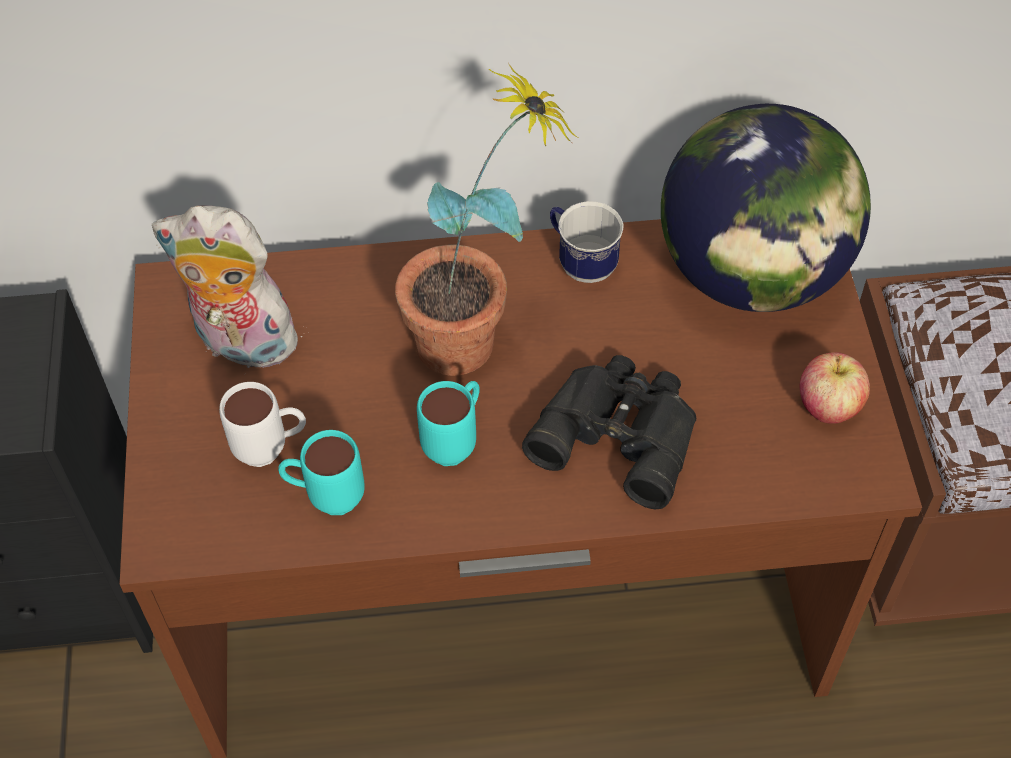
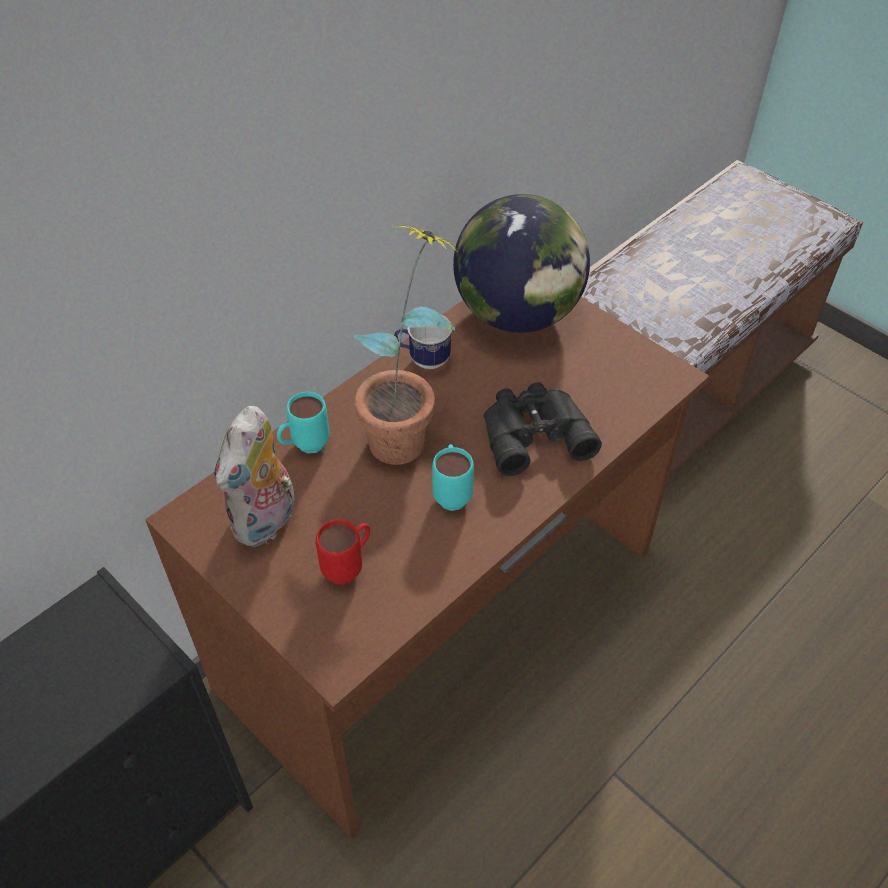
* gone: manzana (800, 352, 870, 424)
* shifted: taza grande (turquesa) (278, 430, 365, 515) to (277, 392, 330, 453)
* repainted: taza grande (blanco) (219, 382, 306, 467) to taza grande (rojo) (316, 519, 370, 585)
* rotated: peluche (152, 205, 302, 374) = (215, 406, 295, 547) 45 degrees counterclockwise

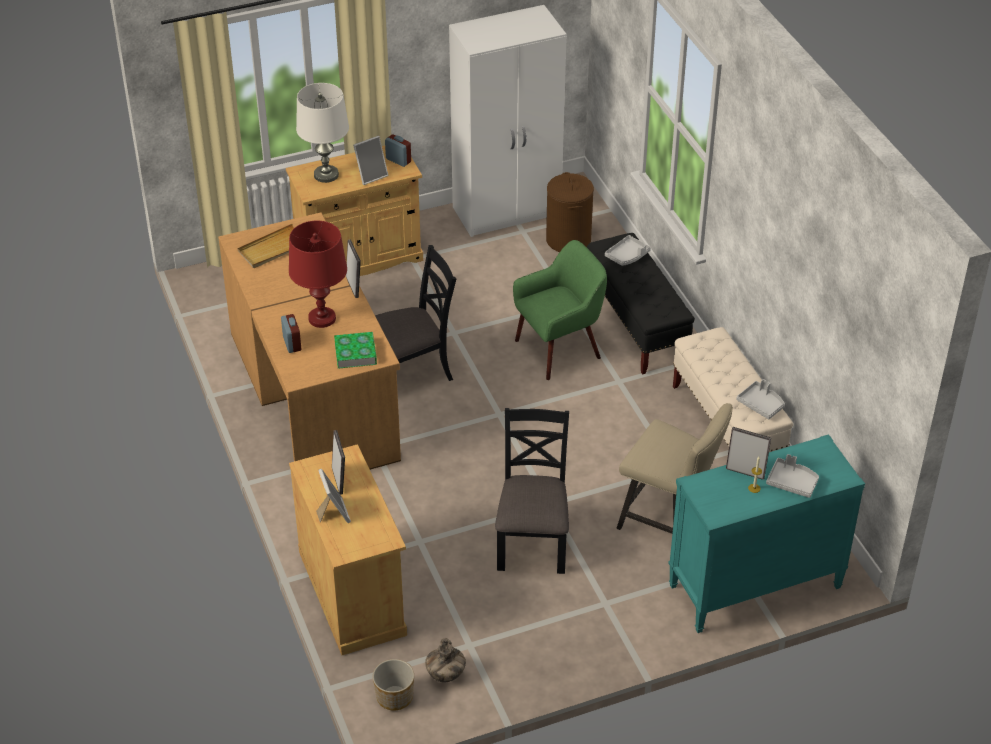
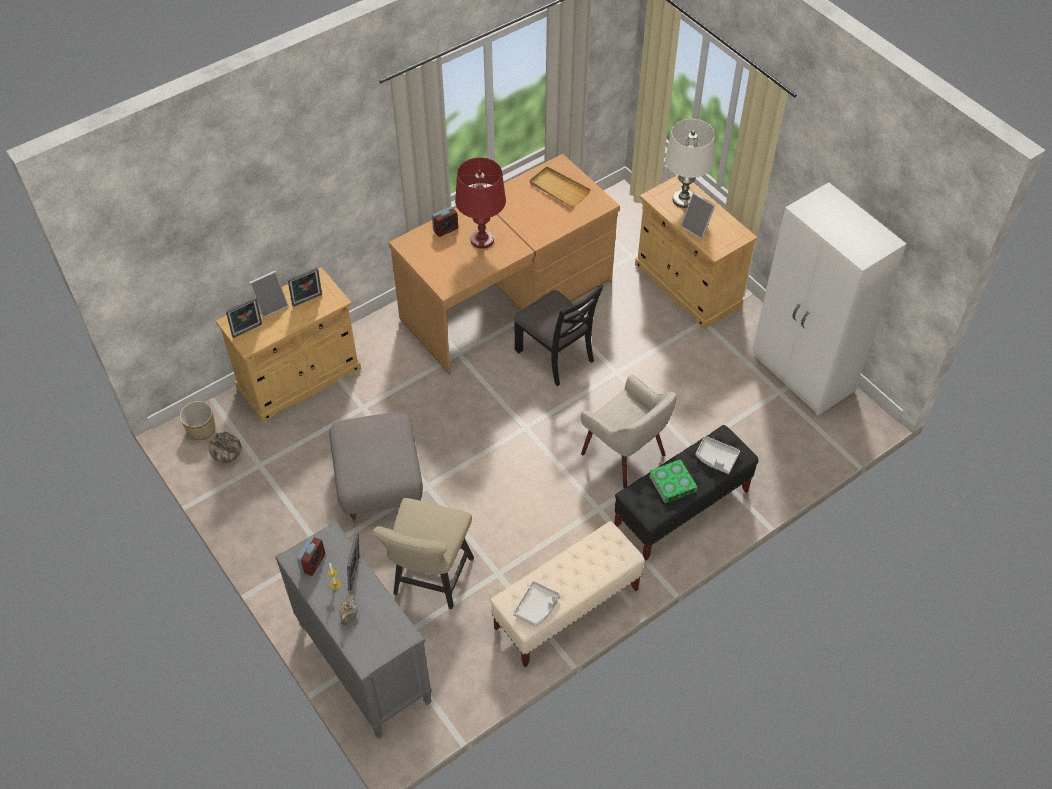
* gone: cesto de la ropa (marrón) (546, 172, 594, 252)
* shifted: libro (334, 332, 377, 369) to (649, 459, 697, 503)
* shifted: portarretratos (346, 240, 361, 298) to (226, 297, 262, 338)
* shifted: despertador (385, 134, 411, 167) to (297, 536, 325, 576)
* swapped: silla (negro) (495, 408, 569, 574) to puf (gris) (329, 412, 423, 523)
* swapped: bandeja (gris) (766, 454, 819, 498) to tetera (beis) (339, 594, 358, 626)
* repainted: sillón (verde) (513, 240, 607, 380) to sillón (beis) (581, 374, 677, 488)
* repainted: cómoda (turquesa) (668, 434, 865, 633) to cómoda (gris) (275, 521, 432, 739)

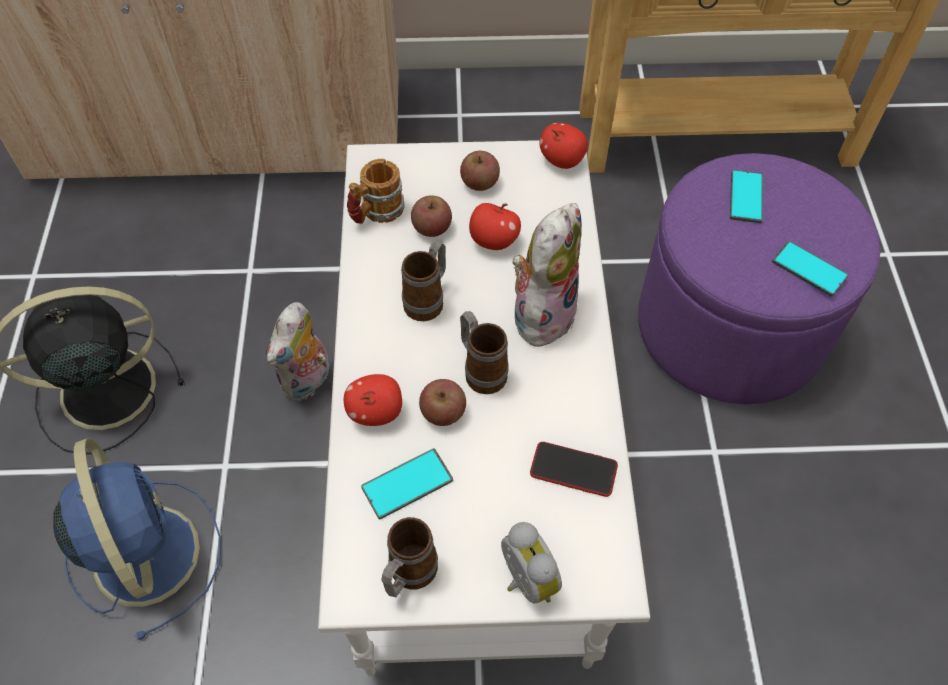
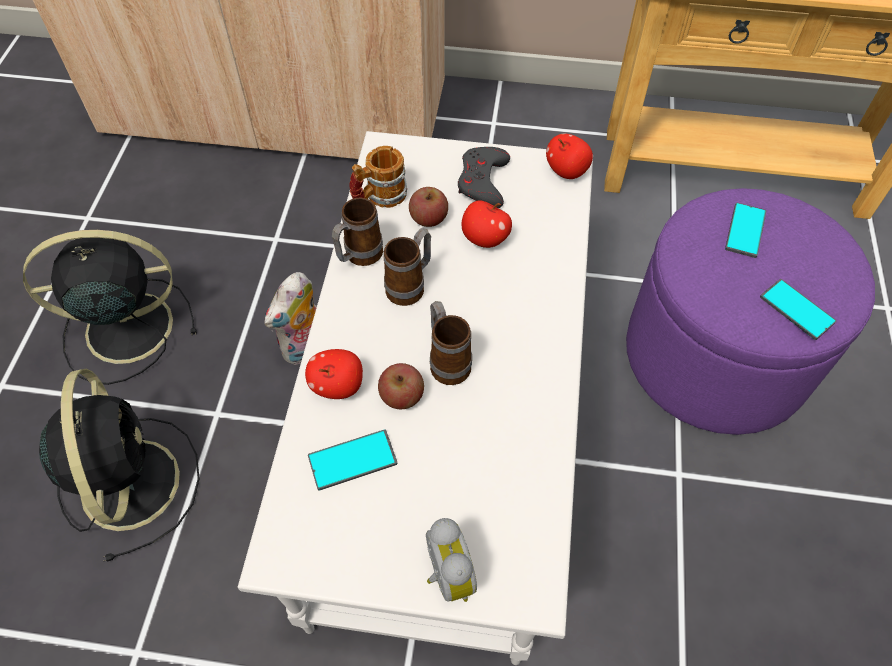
* gone: peluche (512, 203, 582, 353)
* gone: móvil (530, 442, 618, 497)
* shifted: taza grande (381, 517, 438, 597) to (332, 197, 383, 266)
* swapped: manzana (460, 151, 500, 191) to mando de consola (gris) (458, 147, 510, 208)
* repainted: ventilador (azul) (53, 437, 221, 641) to ventilador (negro) (39, 369, 200, 561)

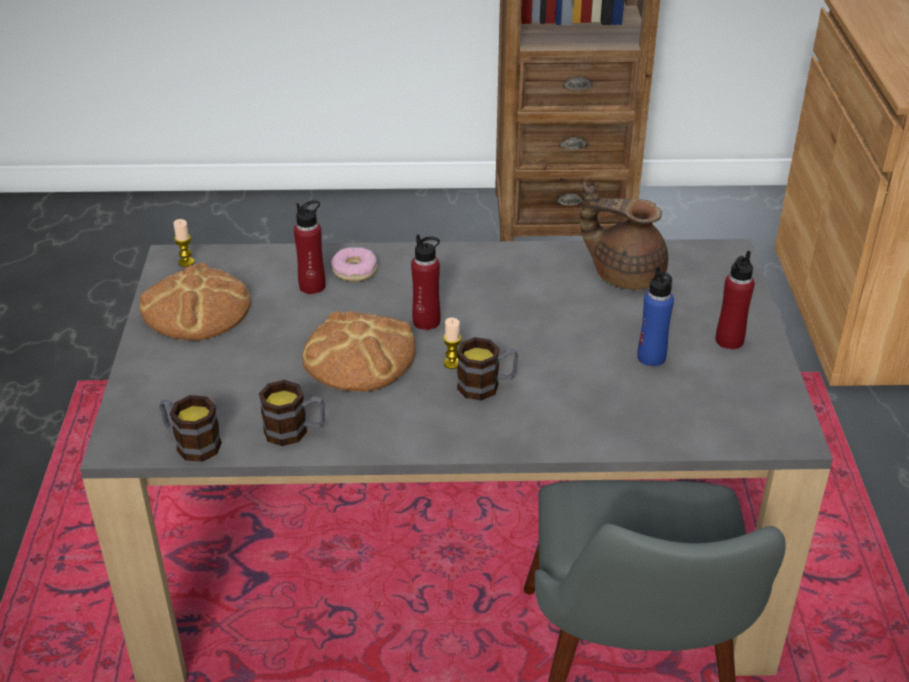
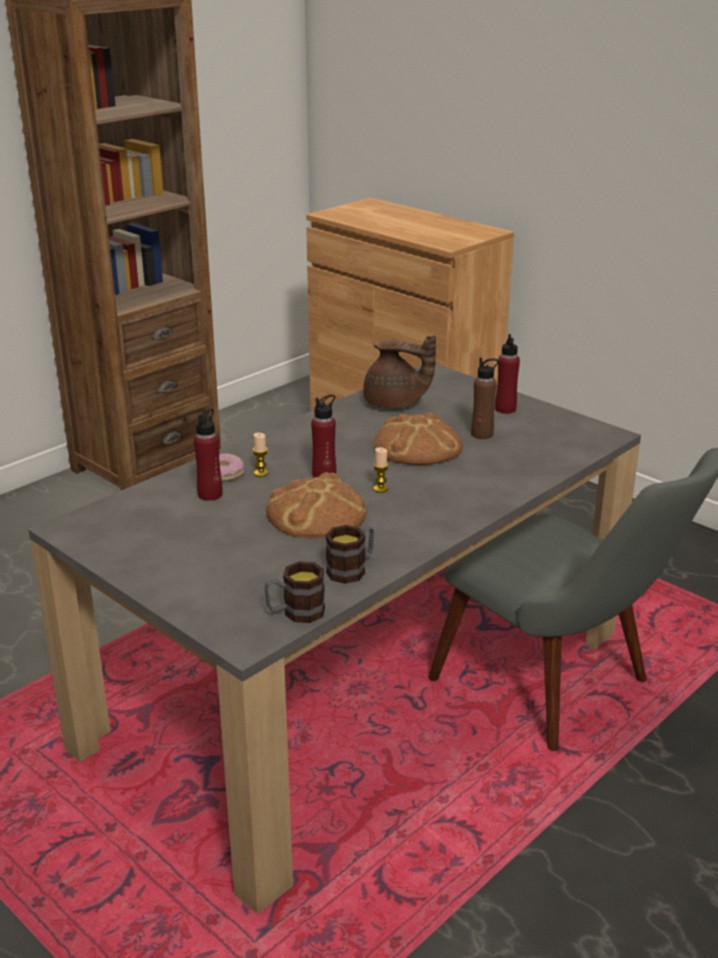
* gone: taza grande (457, 337, 518, 401)
* shifted: pan (139, 263, 251, 340) to (374, 412, 463, 465)
* shifted: vela (173, 219, 194, 267) to (253, 433, 268, 477)
* repainted: botella (azul) (637, 266, 674, 366) to botella (marrón) (471, 357, 499, 439)
* rotated: tetera (marrón) (580, 181, 668, 290) = (363, 335, 436, 409) 135 degrees counterclockwise

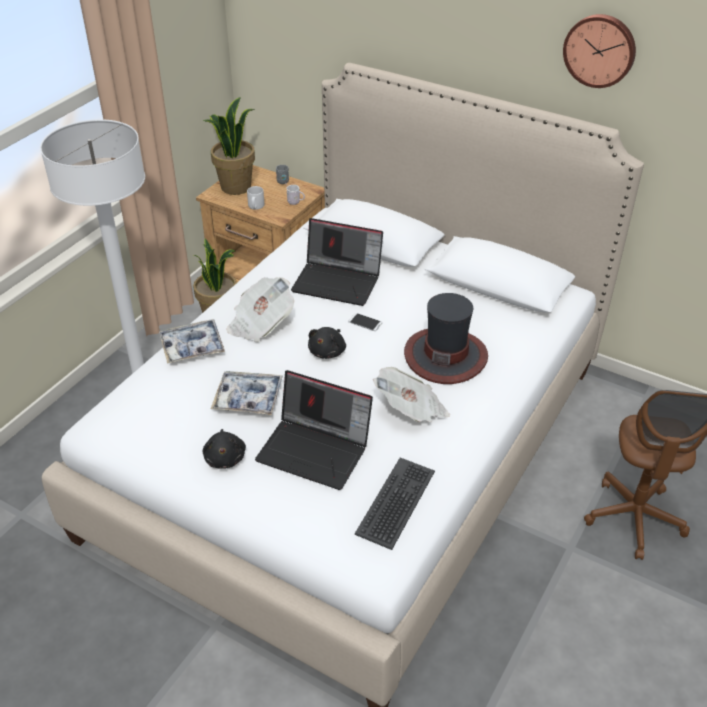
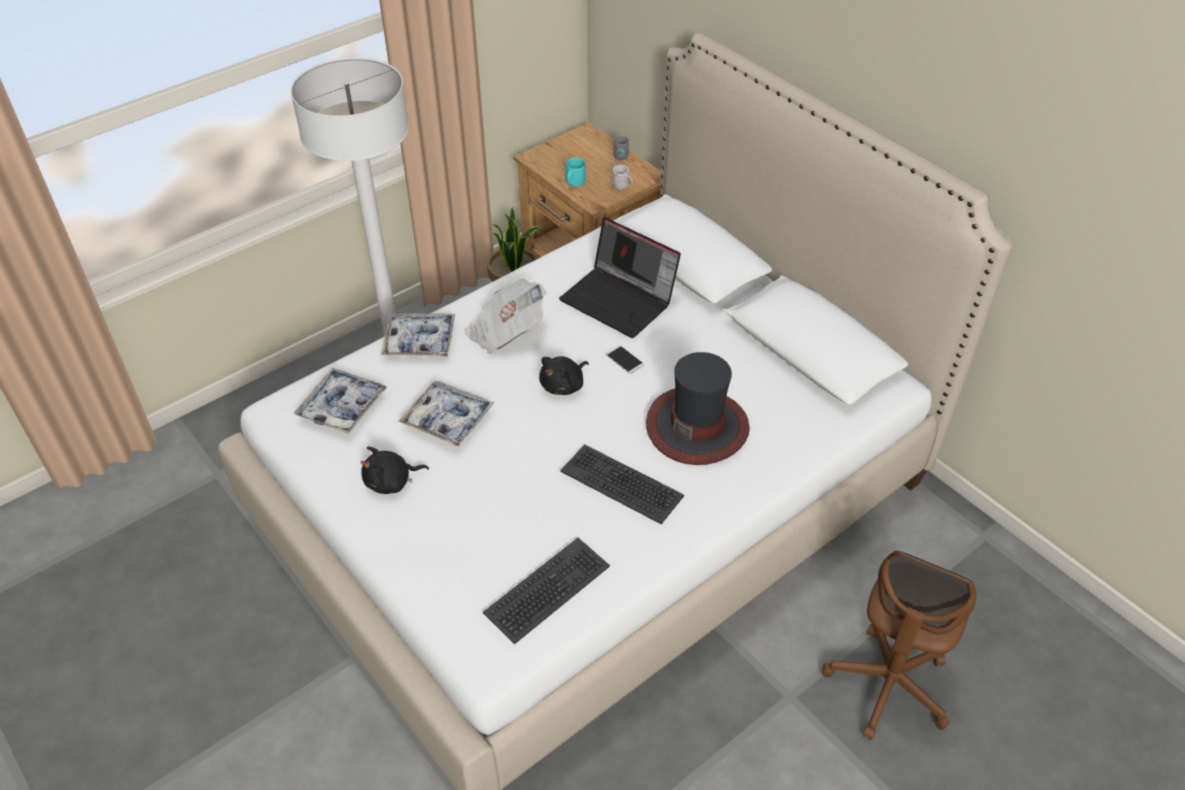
* gone: planta en maceta (203, 97, 255, 195)
* gone: portátil (255, 370, 373, 490)
* gone: reloj de pared (563, 14, 636, 88)
* new: bandeja (294, 368, 387, 434)
* swapped: periódico (373, 367, 450, 422) to teclado (560, 444, 684, 524)
* repainted: taza grande (gris) (247, 186, 264, 210) to taza grande (turquesa) (566, 158, 586, 187)
* rotated: peluche (negro) (202, 429, 246, 469) = (360, 446, 429, 494) 60 degrees clockwise

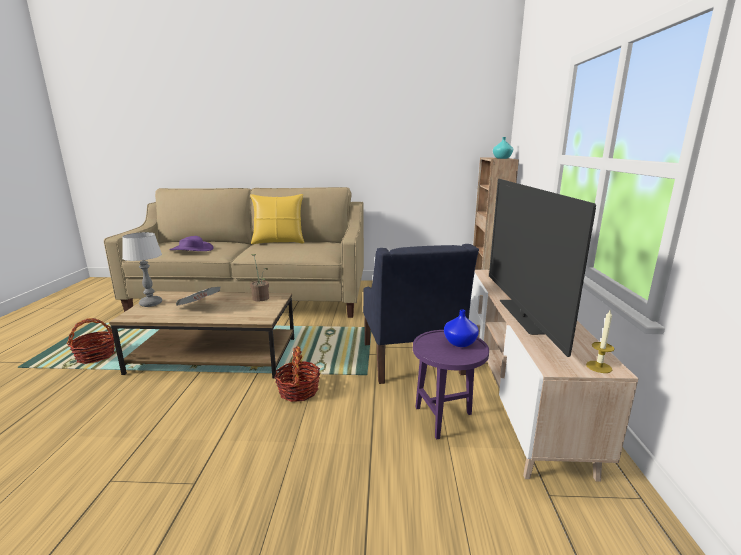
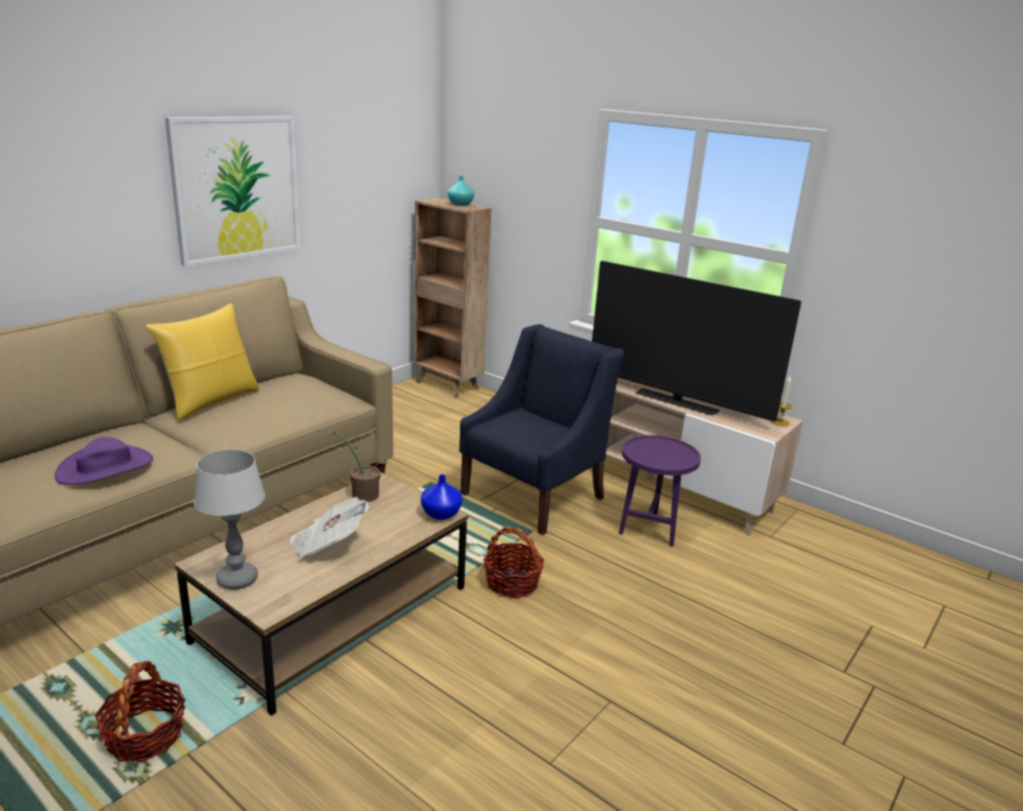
* new: cuadro (165, 116, 300, 266)
* shifted: florero (azul) (444, 309, 479, 347) to (421, 474, 462, 520)
* rotated: sillón (azul) (363, 244, 479, 384) = (459, 324, 624, 535) 75 degrees counterclockwise

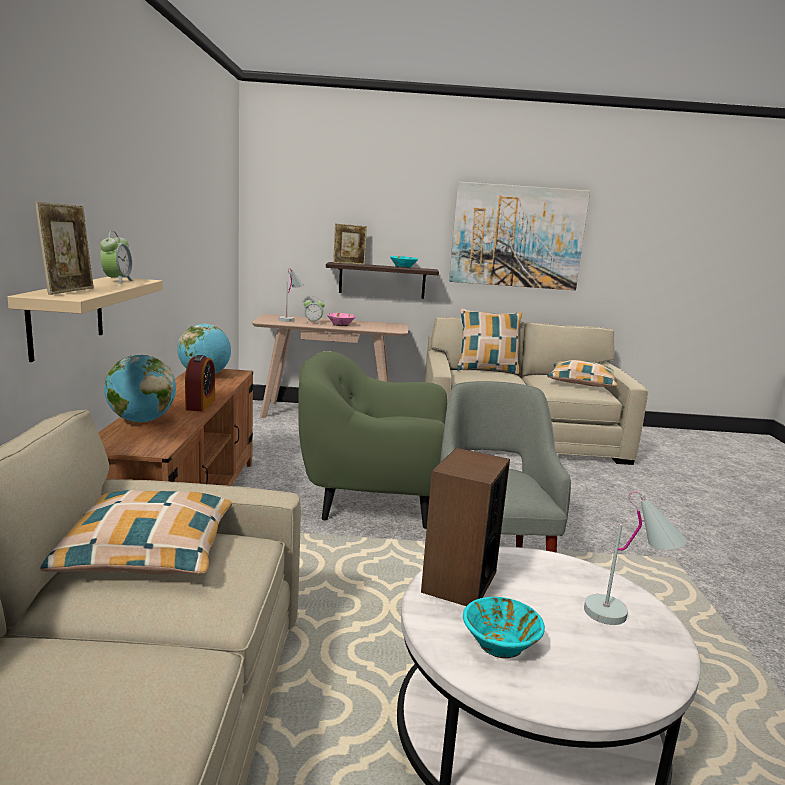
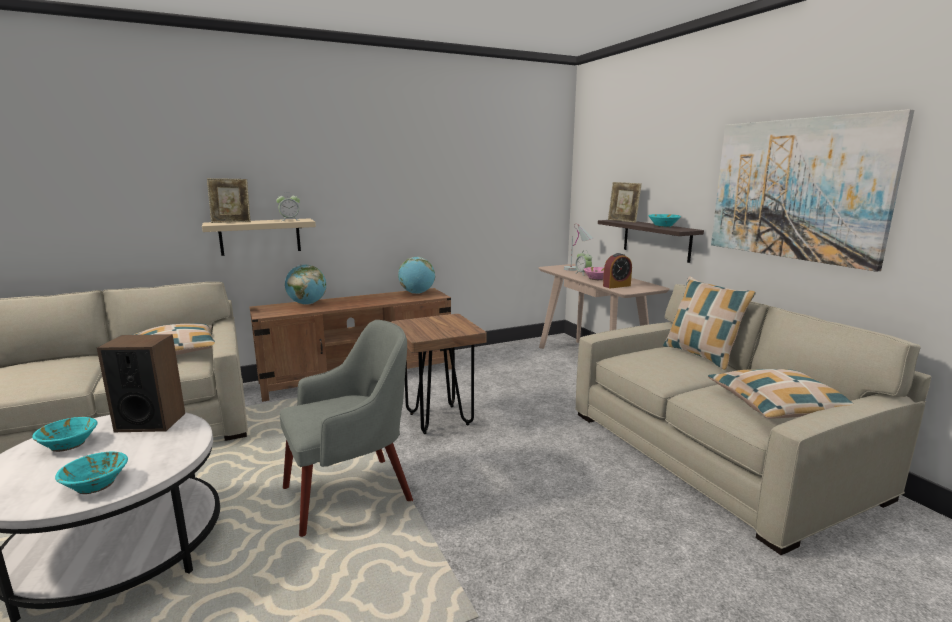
* shifted: despertador (185, 355, 215, 411) to (603, 253, 632, 288)
* swapped: sillón (verde) (298, 351, 447, 529) to taburete (marrón) (391, 314, 487, 434)
* swapped: lámpara de mesa (blanco) (584, 491, 687, 625) to cuenco (turquesa) (55, 452, 128, 494)

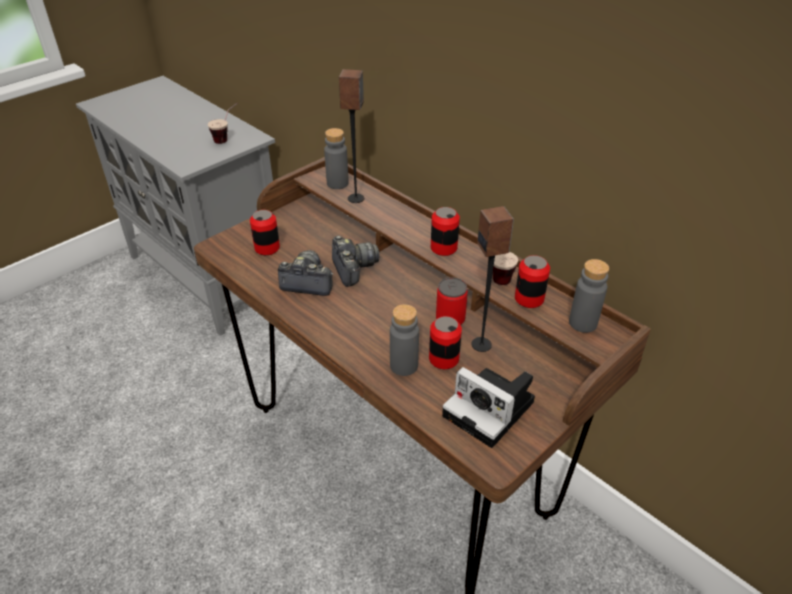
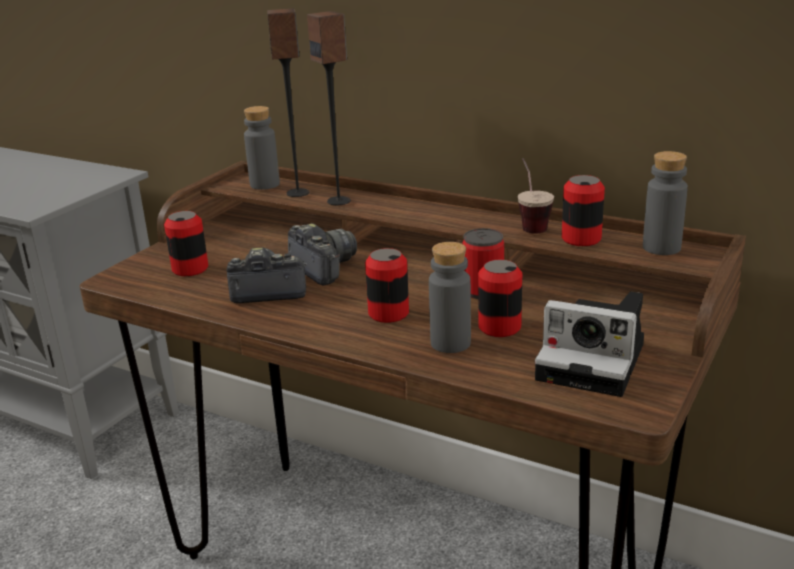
* gone: taza (208, 103, 238, 144)
* shifted: lata (431, 207, 460, 256) to (365, 248, 409, 323)
* shifted: altavoz (471, 206, 514, 352) to (307, 11, 351, 205)

